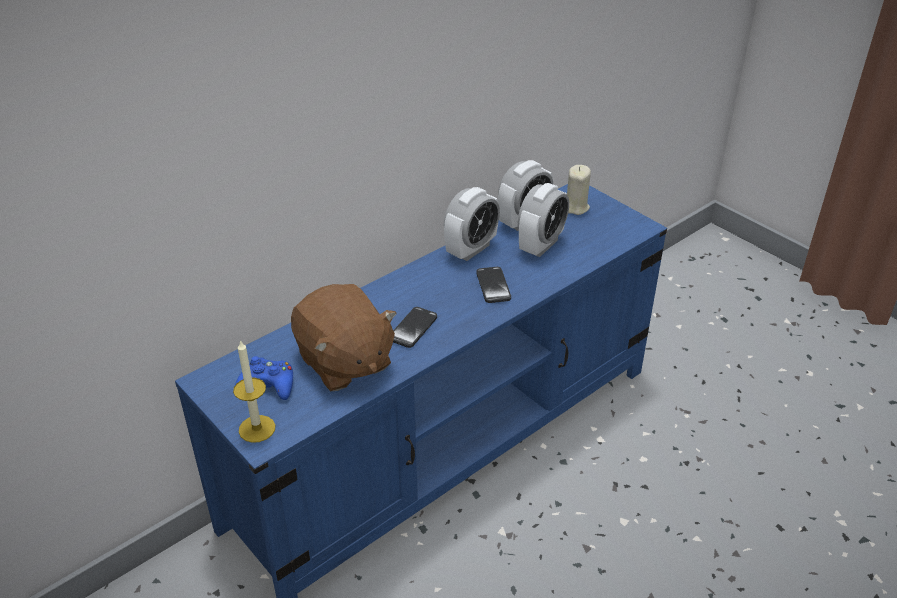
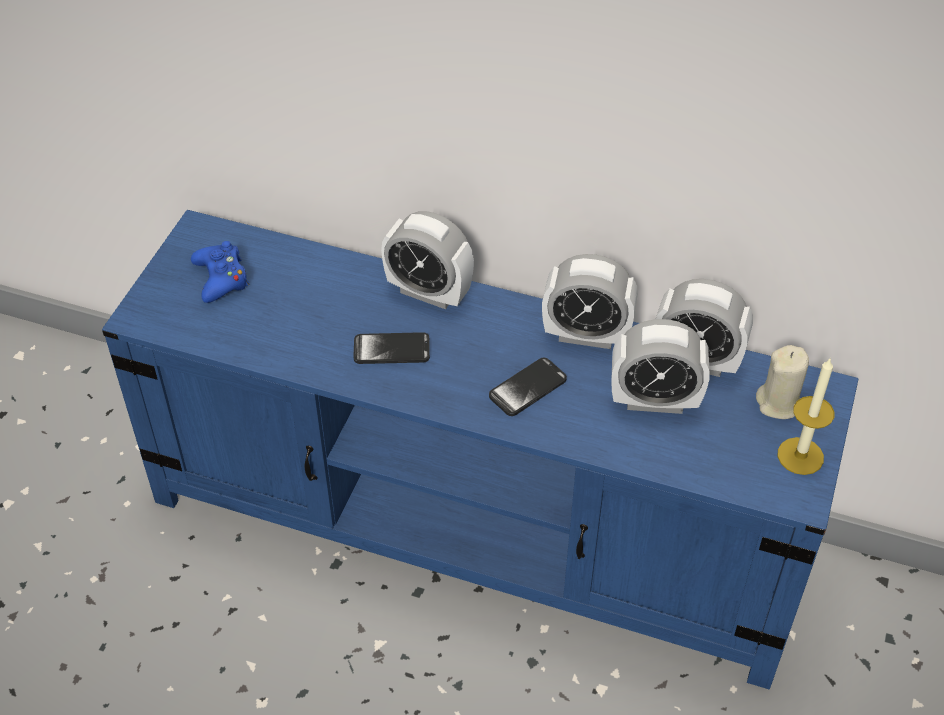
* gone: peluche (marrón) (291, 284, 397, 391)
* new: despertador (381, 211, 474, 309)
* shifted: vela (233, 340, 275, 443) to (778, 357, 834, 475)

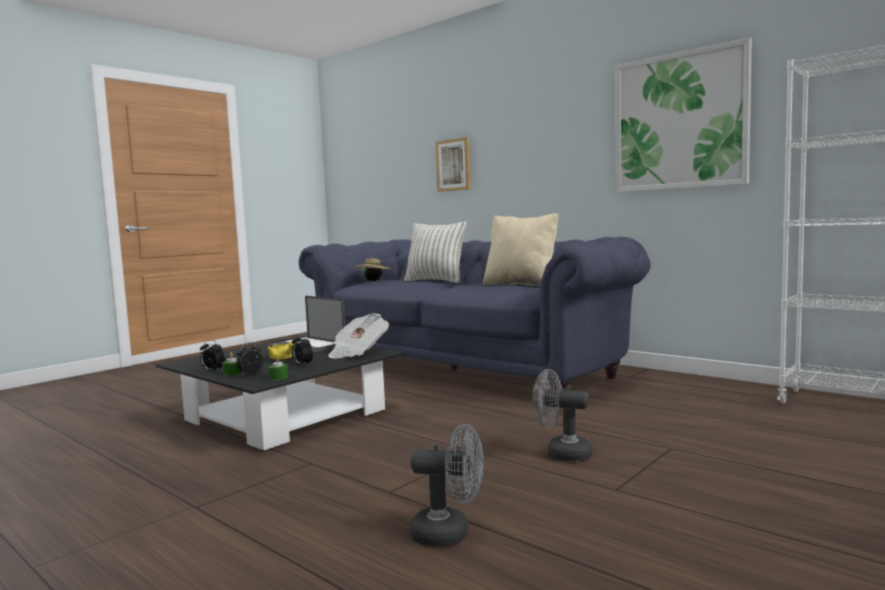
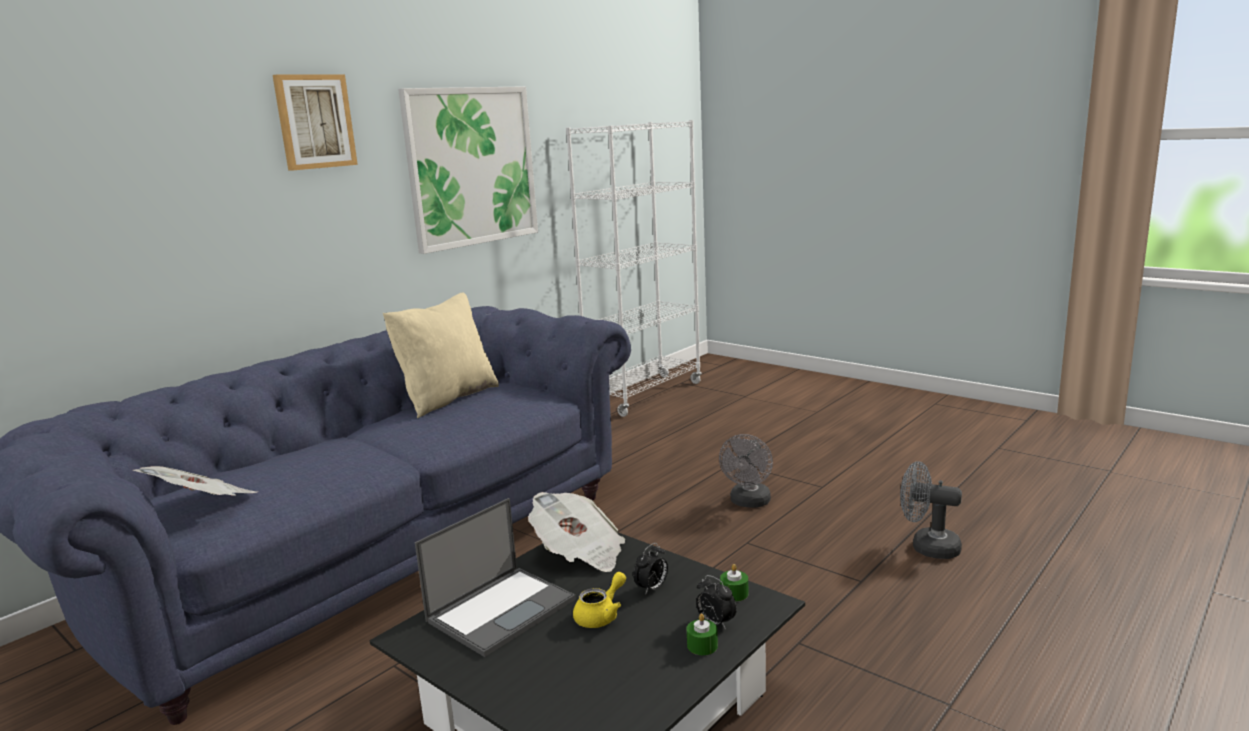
* gone: despertador (200, 340, 225, 371)
* gone: cojín (404, 221, 467, 283)
* shifted: cuadro (436, 137, 471, 192) to (273, 74, 358, 171)
* swapped: sombrero (beis) (356, 258, 390, 281) to periódico (133, 466, 258, 496)
* rotated: ventilador (gris) (410, 424, 484, 547) = (900, 461, 962, 559) 75 degrees counterclockwise

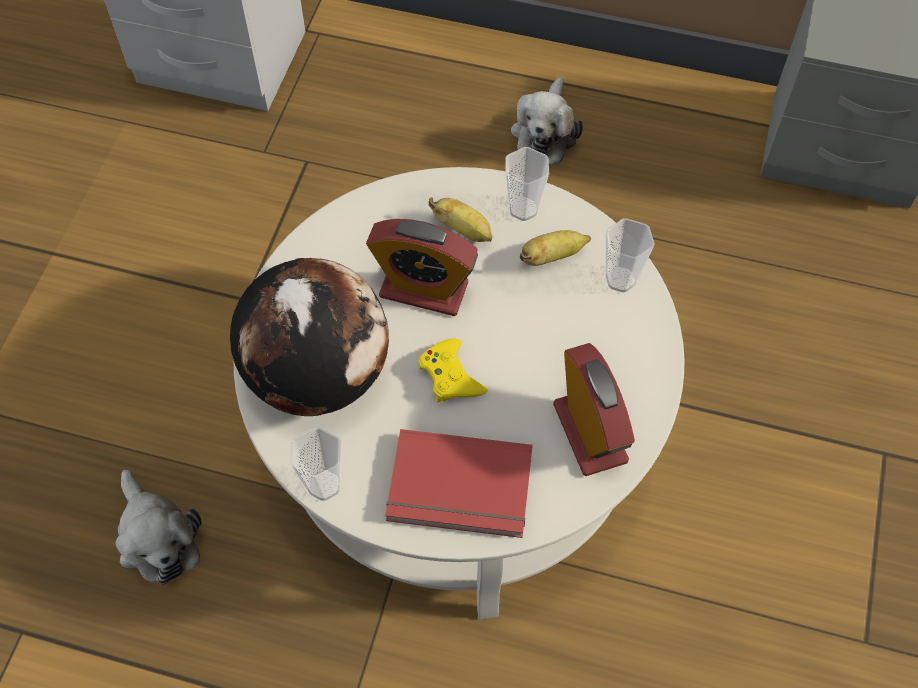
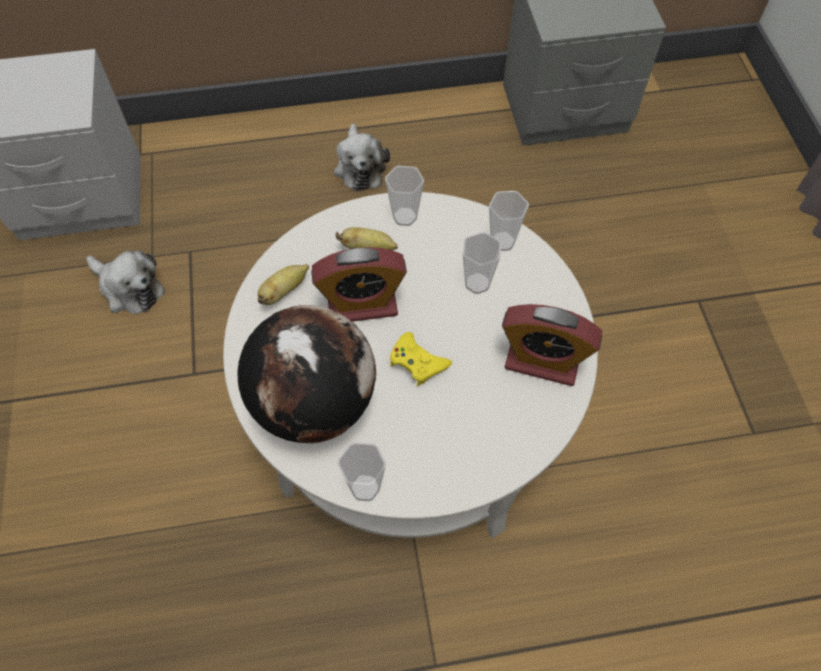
* gone: libro (rojo) (385, 429, 533, 538)
* new: taza (463, 232, 502, 294)
* shifted: peluche (115, 470, 201, 585) to (86, 250, 165, 314)
* shifted: plátano (520, 230, 591, 266) to (258, 264, 309, 305)
* rotated: despertador (553, 343, 635, 476) = (502, 304, 602, 386) 150 degrees clockwise

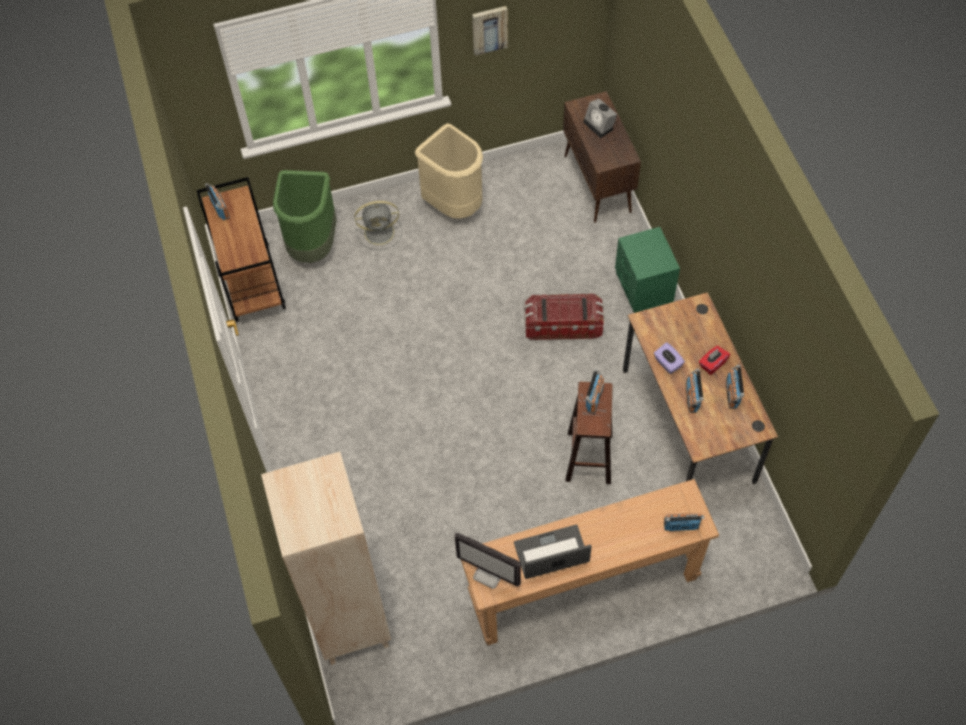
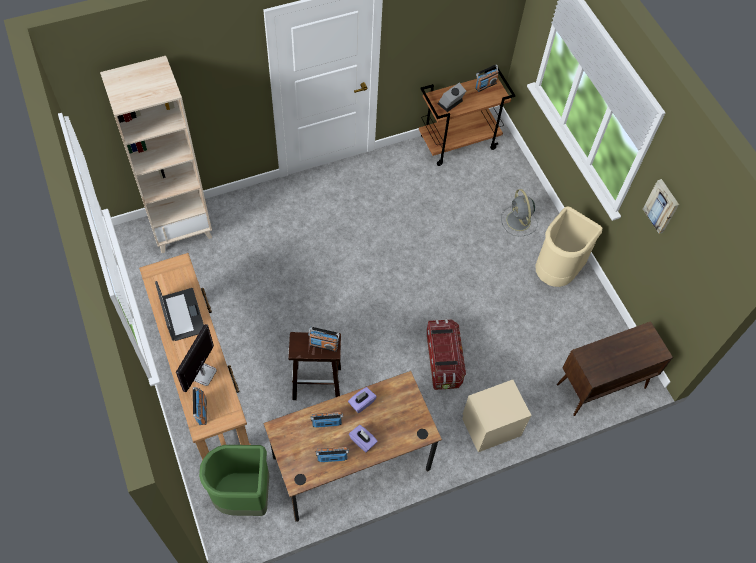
* shifted: papelera (verde) (273, 170, 337, 263) to (199, 445, 269, 516)
* shifted: monitor (454, 533, 521, 589) to (176, 324, 217, 392)
* shifted: despertador (583, 99, 617, 138) to (438, 83, 466, 112)
* repainted: mesita de noche (verde) (615, 227, 680, 313) to mesita de noche (beis) (462, 380, 532, 452)
* repainted: caja de pañuelos (rojo) (699, 346, 730, 375) to caja de pañuelos (morado) (349, 425, 378, 452)

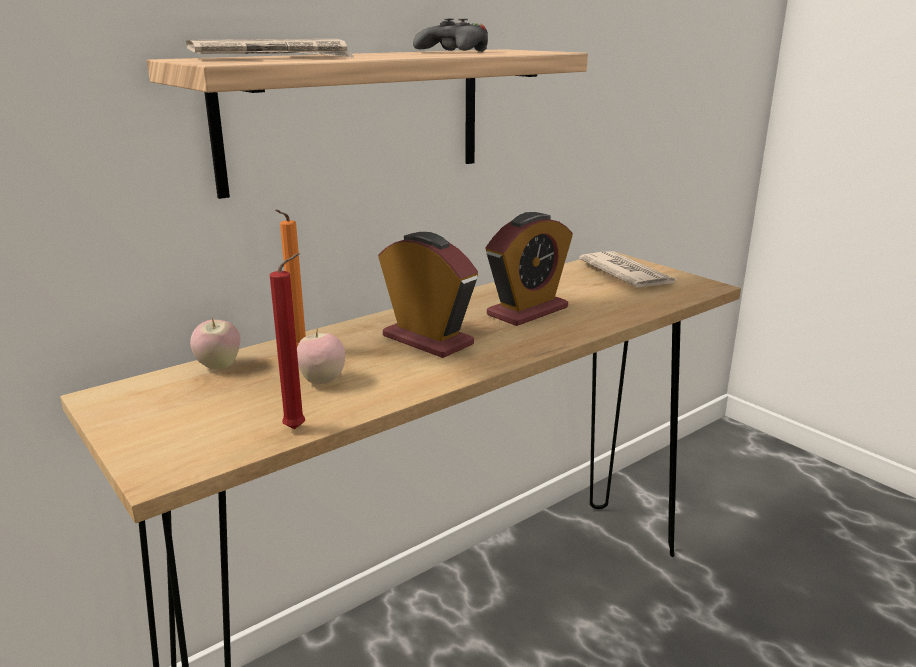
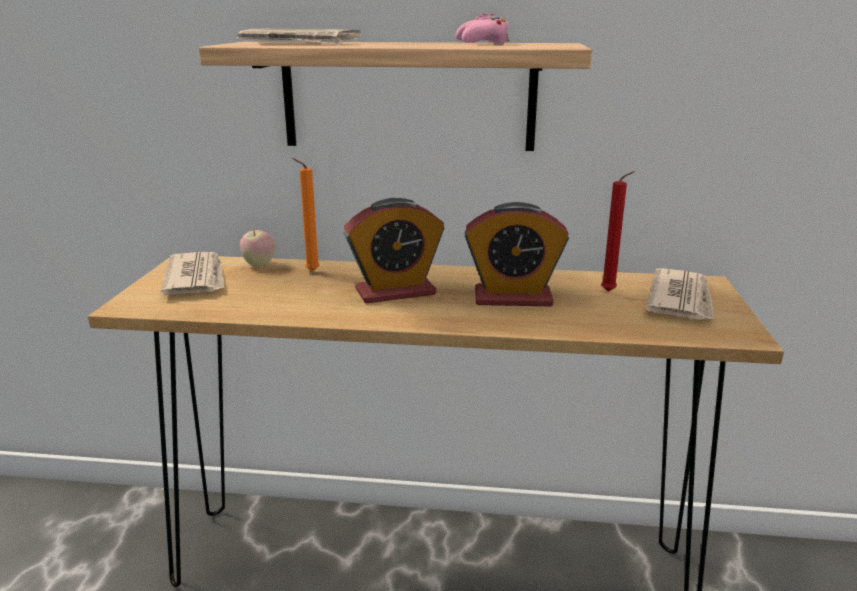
* gone: manzana (297, 328, 345, 384)
* new: periódico (161, 252, 225, 295)
* shifted: vela (rojo) (270, 253, 305, 429) to (601, 171, 635, 292)
* repainted: mando de consola (negro) (413, 19, 488, 52) to mando de consola (rosa) (456, 13, 509, 44)
* rotated: despertador (378, 232, 478, 358) = (343, 198, 444, 303) 75 degrees clockwise

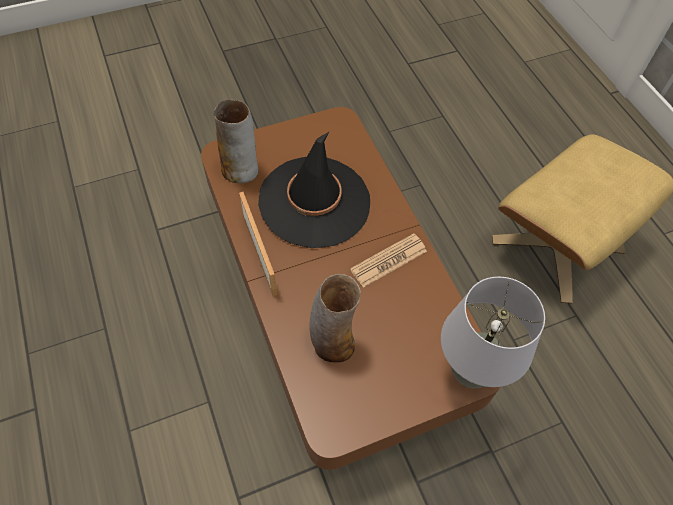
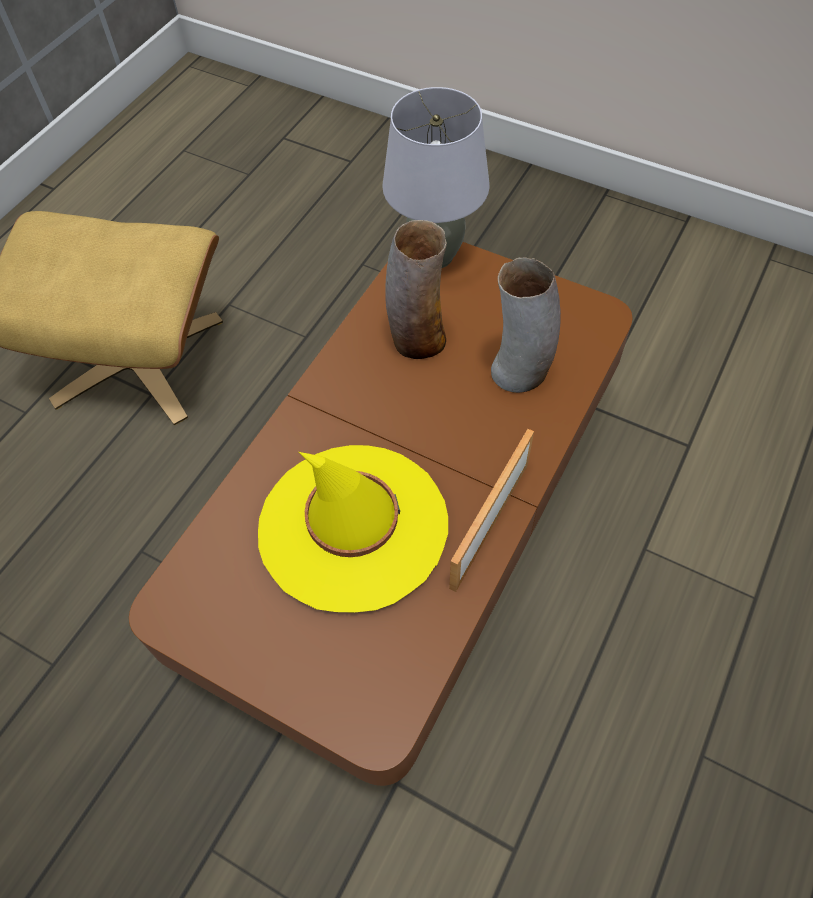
* gone: periódico (350, 233, 427, 288)
* shifted: florero (214, 100, 258, 184) to (385, 220, 447, 359)
* repainted: sombrero (negro) (258, 132, 370, 248) to sombrero (amarillo) (258, 445, 448, 612)

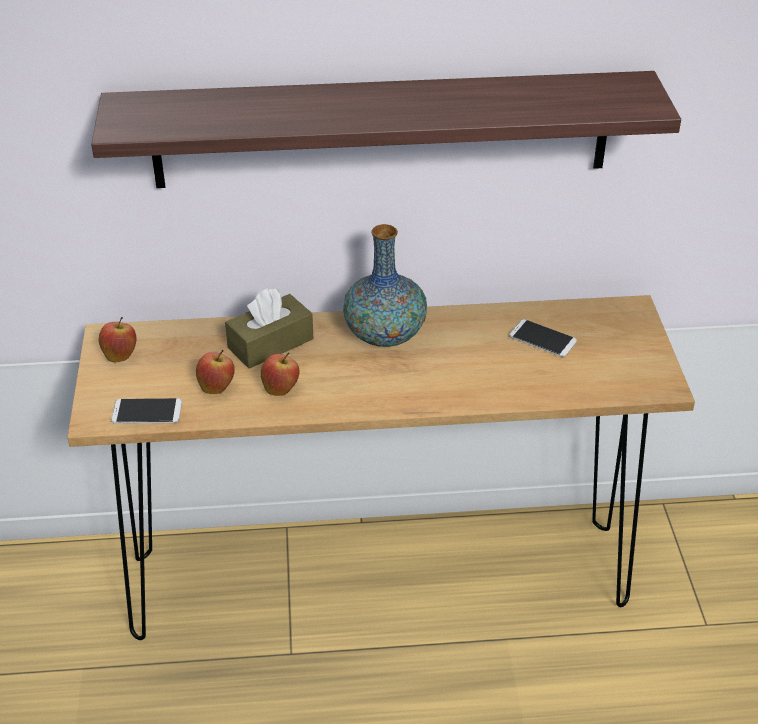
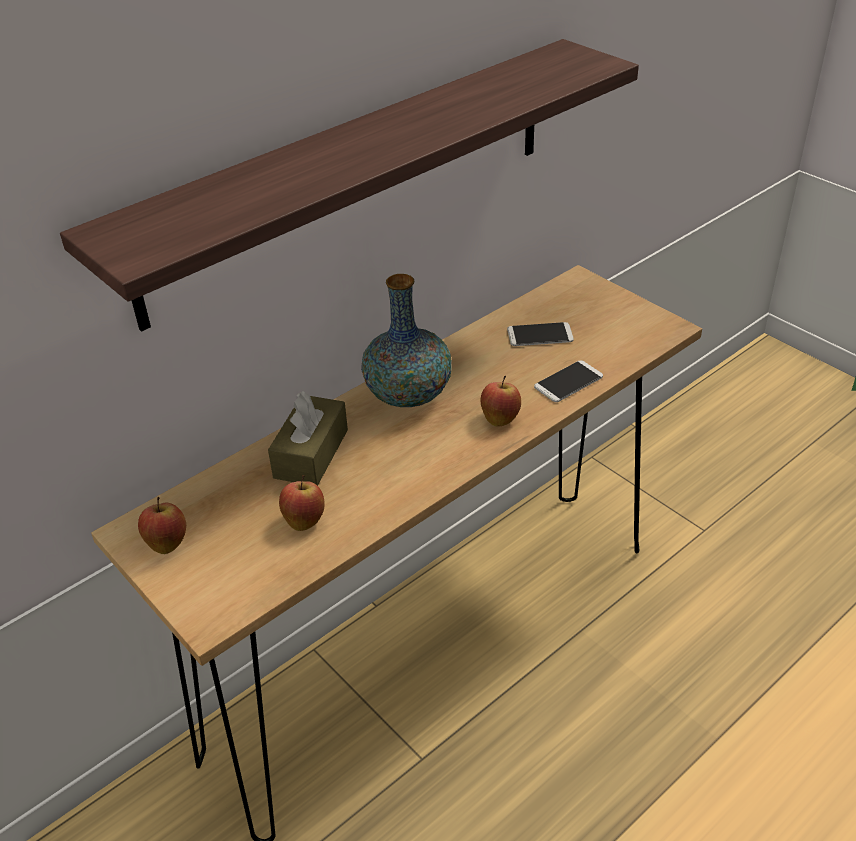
* shifted: móvil (111, 398, 182, 424) to (534, 360, 603, 402)
* shifted: manzana (261, 352, 300, 396) to (481, 376, 521, 427)

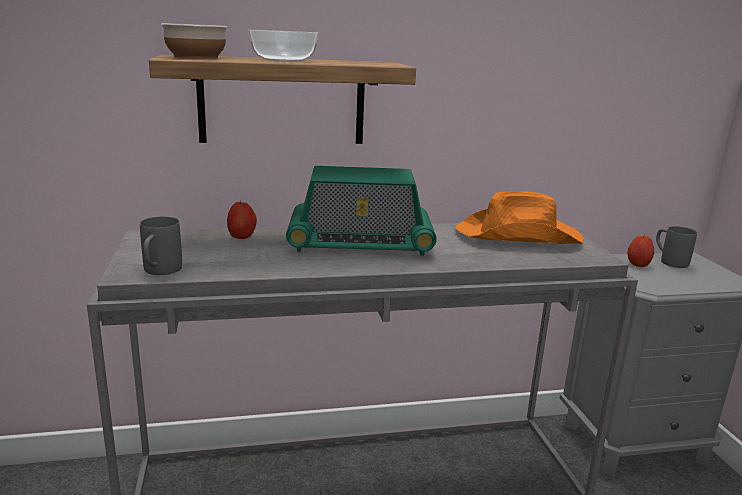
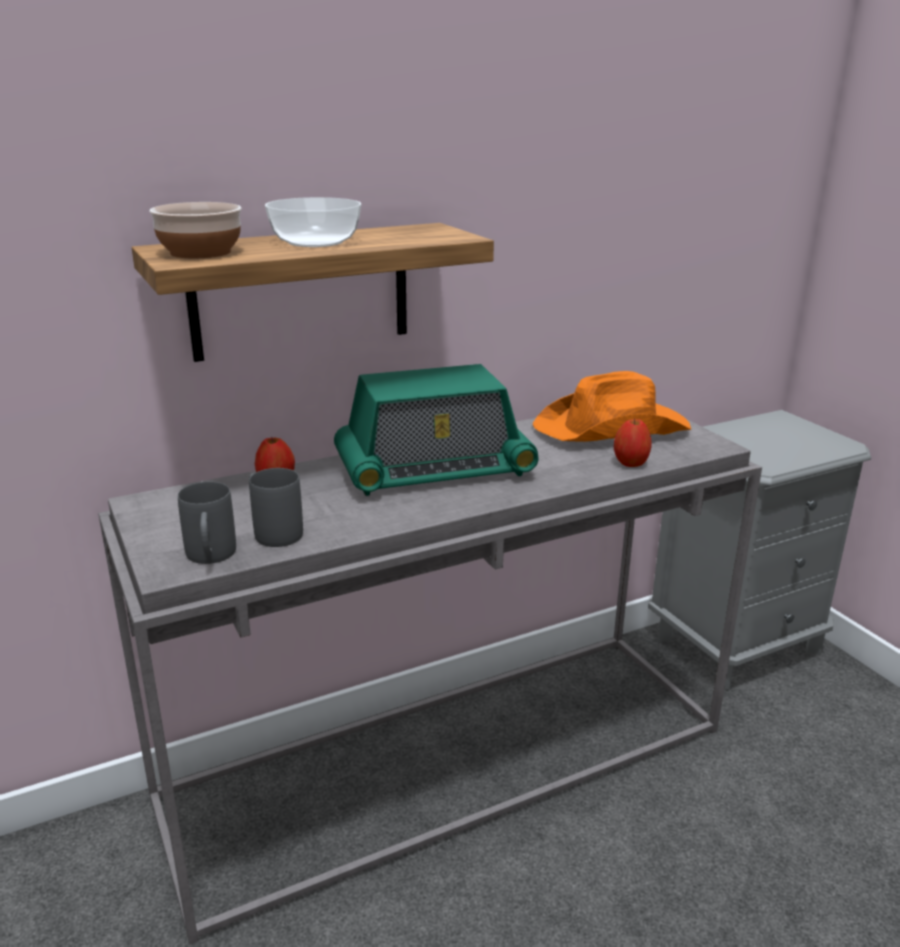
* shifted: manzana (627, 236, 654, 267) to (614, 419, 652, 467)
* shifted: taza grande (gris) (656, 226, 697, 268) to (249, 468, 303, 547)

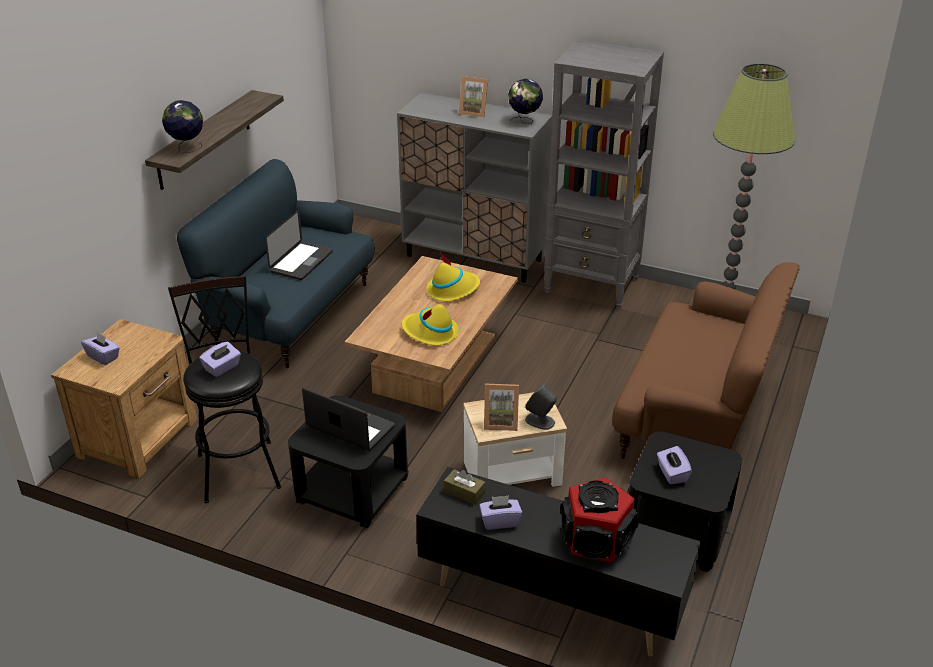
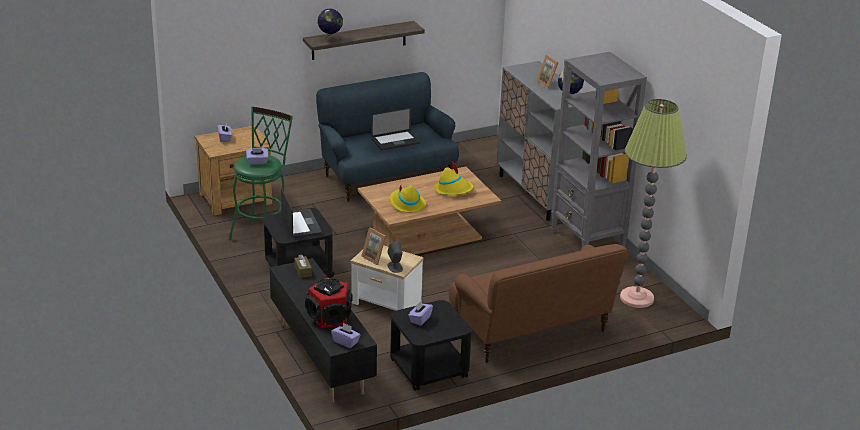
* shifted: caja de pañuelos (morado) (479, 496, 523, 530) to (331, 323, 360, 348)
* repainted: taburete (negro) (168, 276, 281, 503) to taburete (verde) (228, 106, 293, 240)

